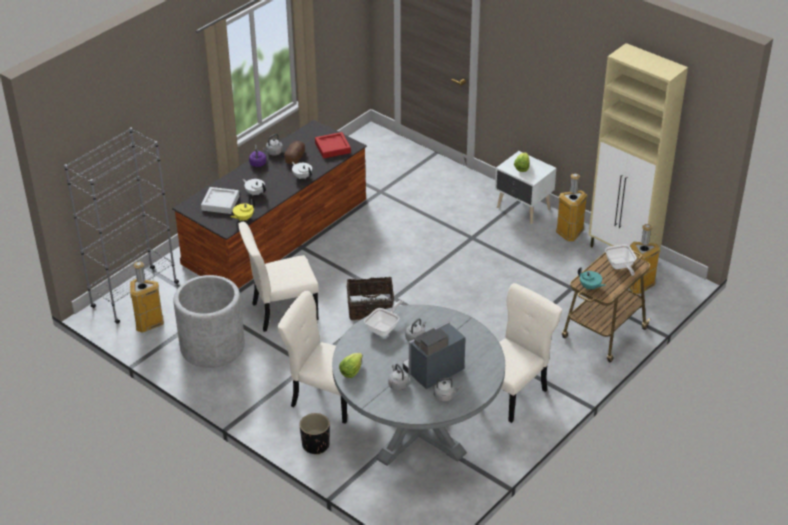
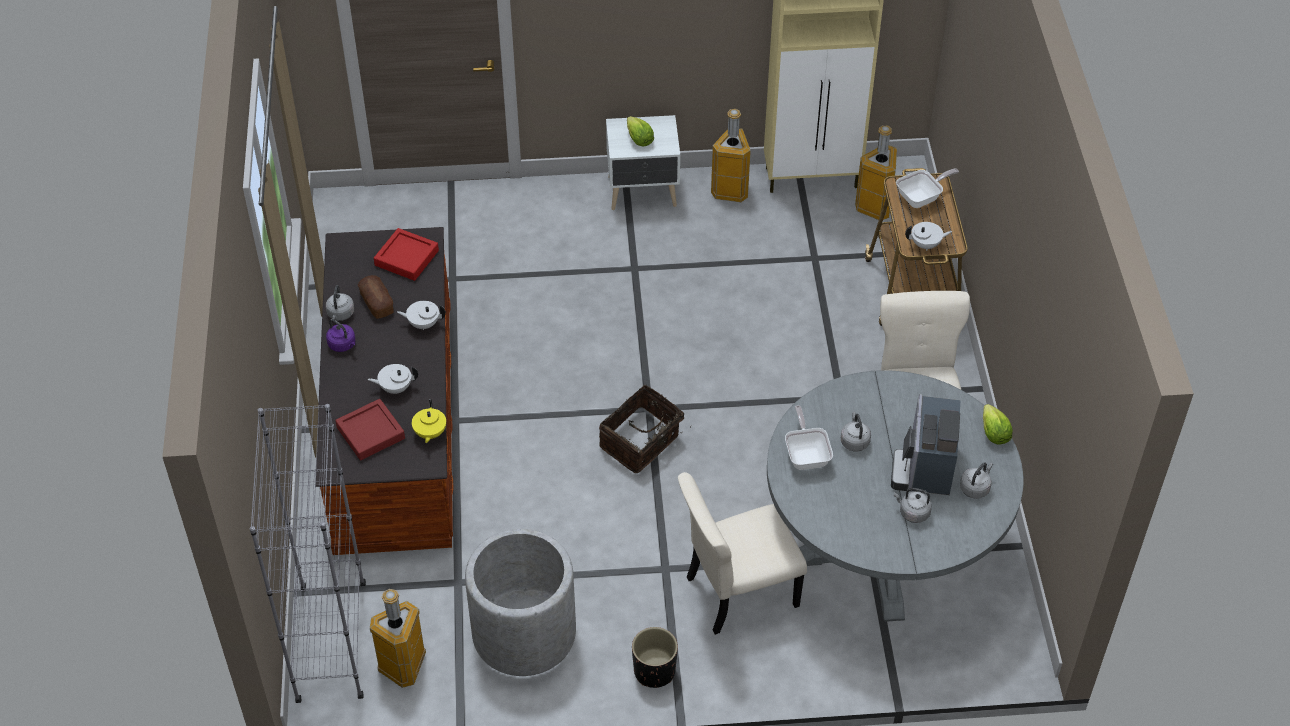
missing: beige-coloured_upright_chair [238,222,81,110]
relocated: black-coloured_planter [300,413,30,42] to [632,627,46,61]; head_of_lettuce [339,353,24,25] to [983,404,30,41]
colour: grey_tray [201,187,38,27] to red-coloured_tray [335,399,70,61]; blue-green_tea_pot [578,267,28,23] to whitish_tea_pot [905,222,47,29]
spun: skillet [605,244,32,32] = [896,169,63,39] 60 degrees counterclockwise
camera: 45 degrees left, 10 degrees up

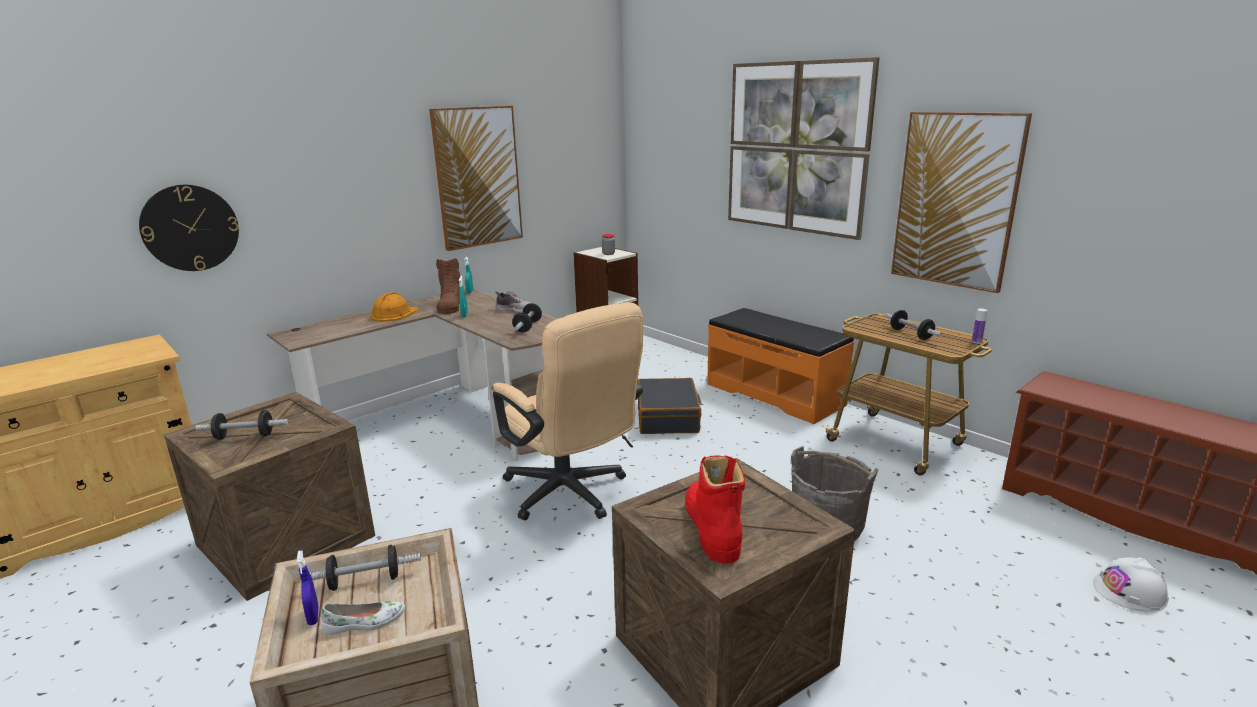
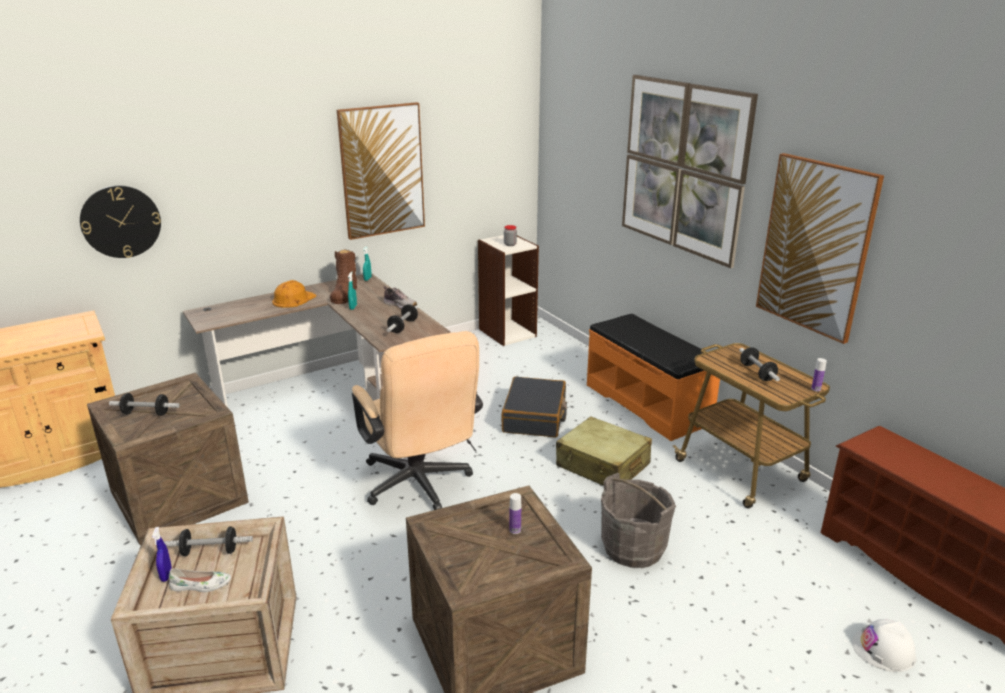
missing: red-coloured_tall_boot [685,455,60,108]
appeared: bottle [510,493,11,41]; beige-coloured_travel_case [556,416,96,70]
camera: 10 degrees right, 5 degrees up

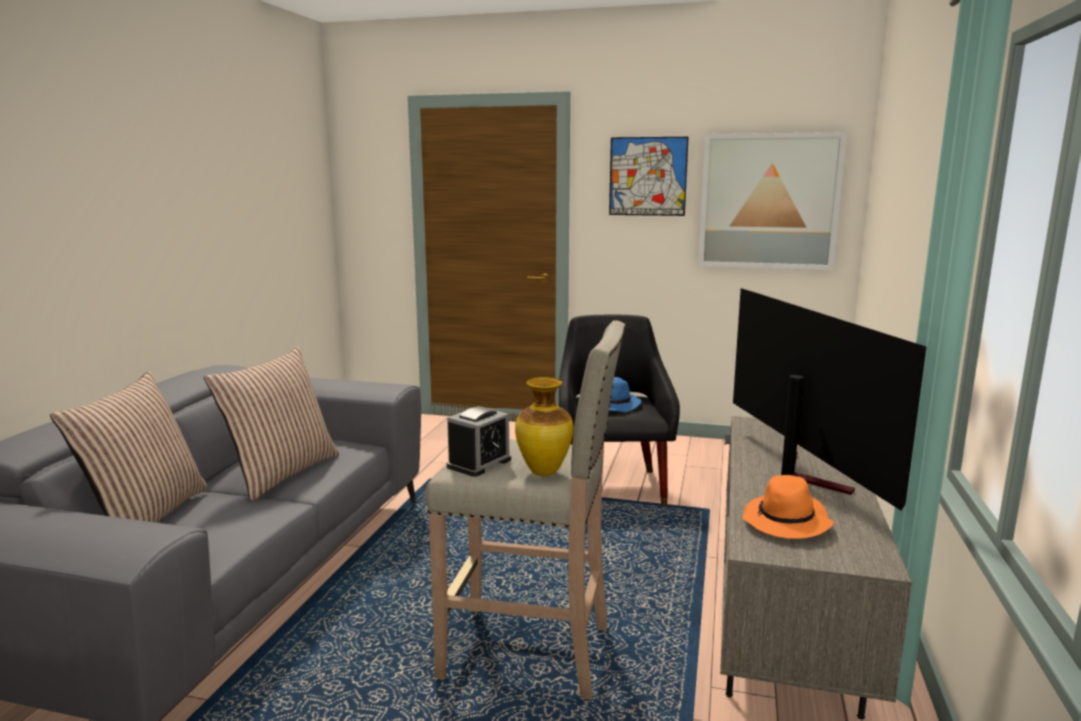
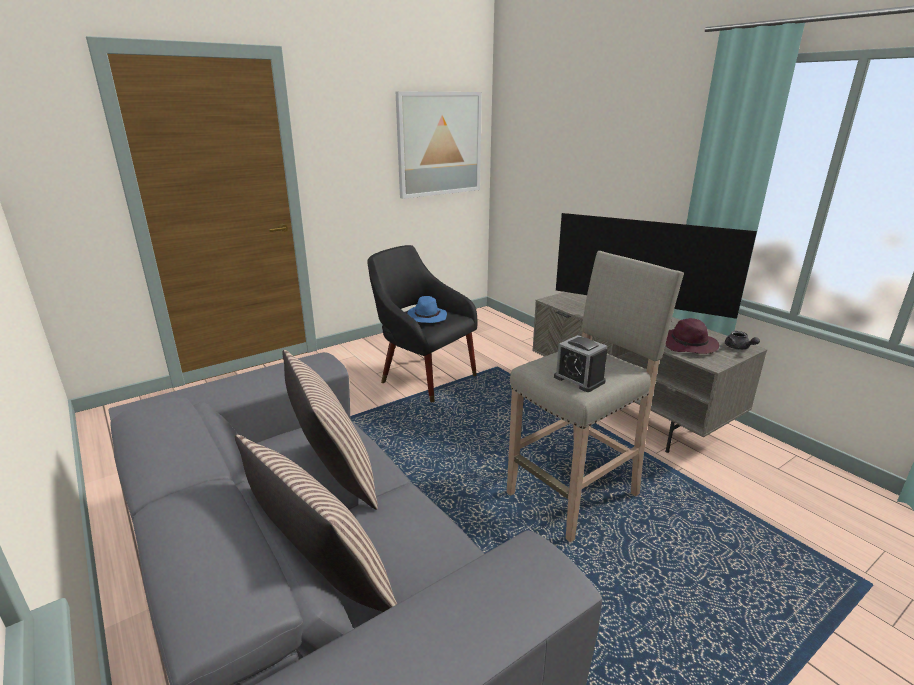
missing: flower_vase [515,377,58,99]; wall_art [609,137,80,79]
appeared: grey_tea_pot [725,331,35,19]
colour: orange_hat [743,475,91,64] to purple_hat [665,318,54,36]
spun: alarm_clock [447,406,64,71] = [554,335,53,57] 150 degrees clockwise
camera: 50 degrees left, 10 degrees up

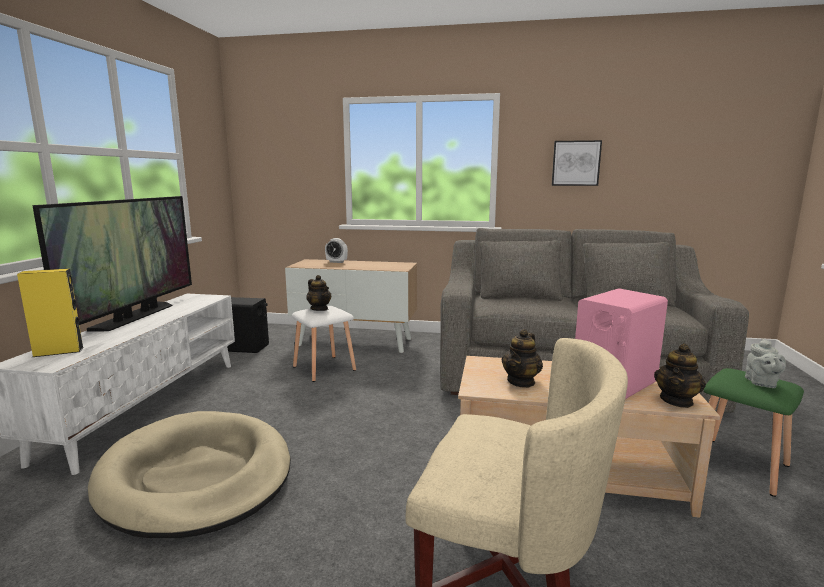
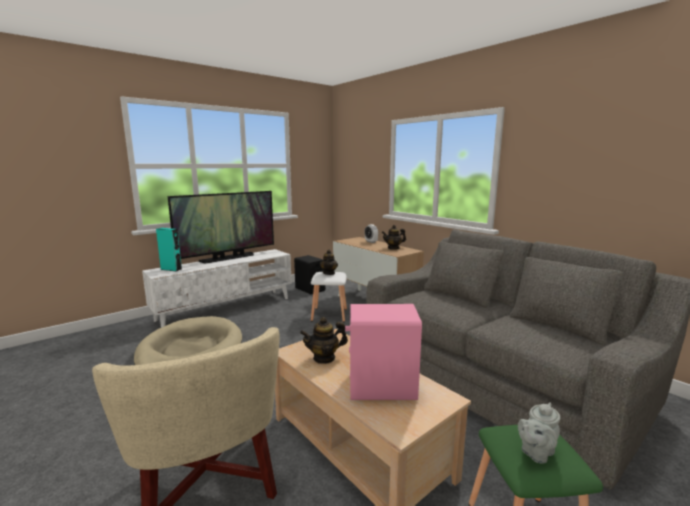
missing: wall_art [552,140,50,46]
relocated: tea_pot [654,343,52,65] to [382,225,24,25]
colour: yellow_audio_speaker [17,269,67,88] to blue-green_audio_speaker [156,228,26,44]
camera: 40 degrees right, 0 degrees up

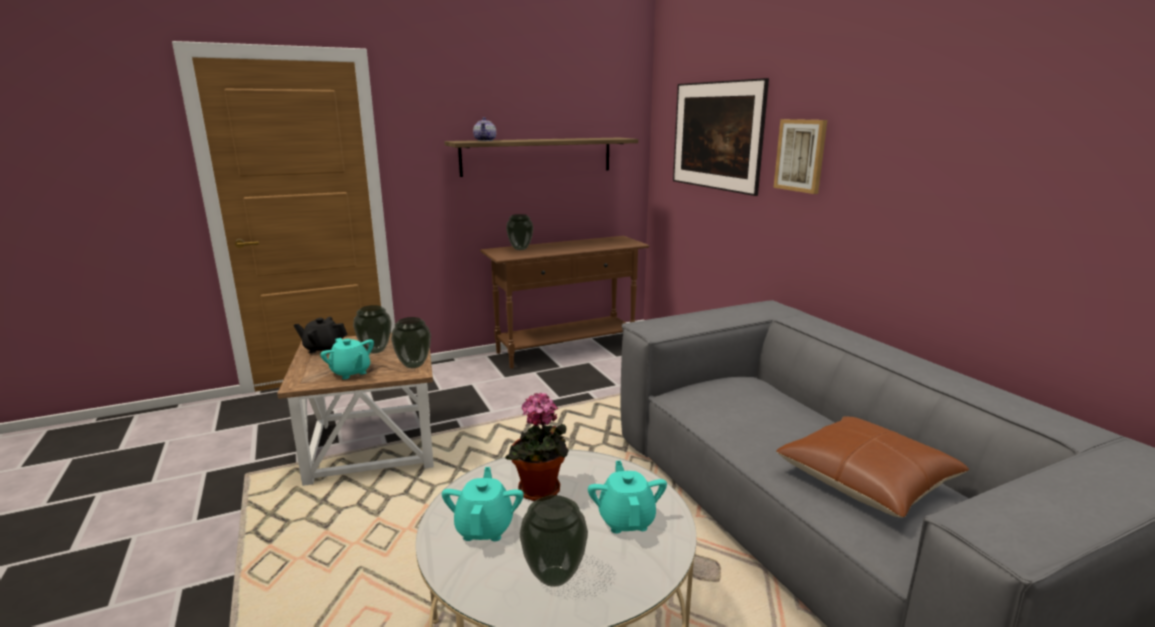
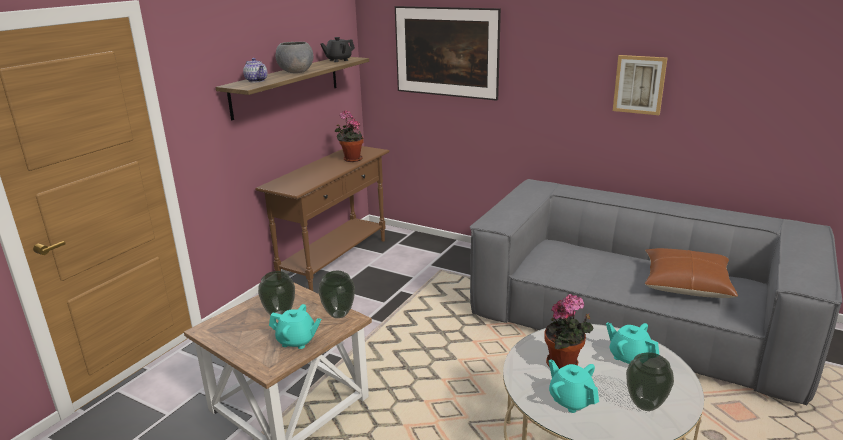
missing: flower_vase [506,214,28,36]
appeared: grey_bowl [276,42,38,31]; potted_plant [335,110,29,52]
relocated: black-coloured_tea_pot [294,317,53,36] to [320,37,35,25]; wall_art [774,119,53,75] to [613,55,54,60]
camera: 35 degrees left, 5 degrees up

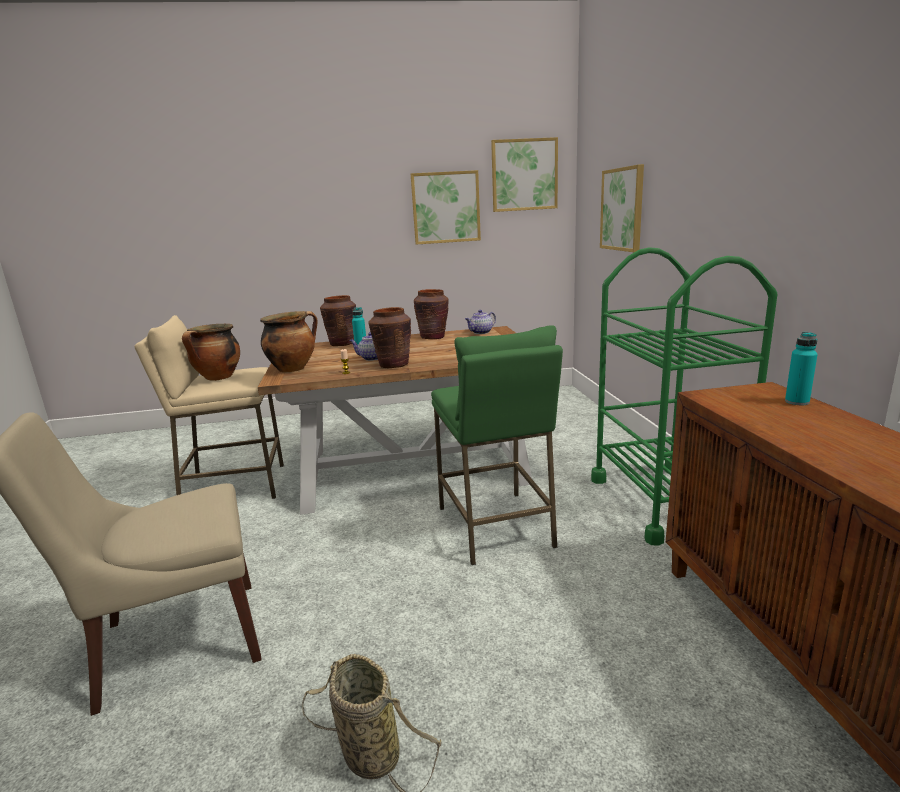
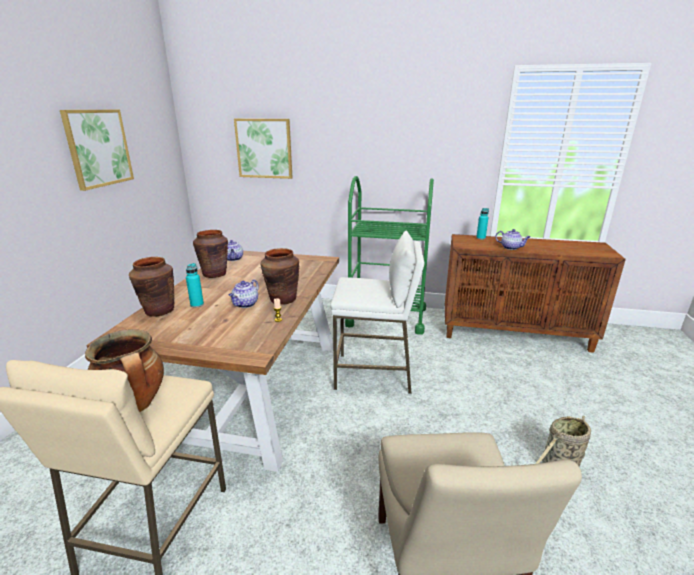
missing: cooking_pot [260,311,58,61]; wall_art [491,137,67,75]
appeared: tea_pot [495,229,35,21]
colour: green_sitting_stool [431,325,132,240] to whitish_sitting_stool [330,231,95,163]
camera: 70 degrees left, 5 degrees up

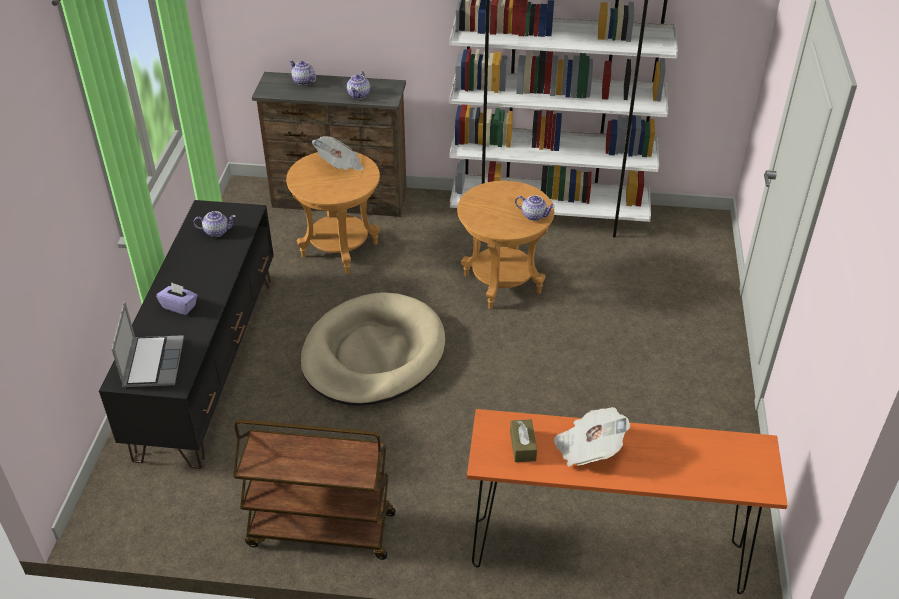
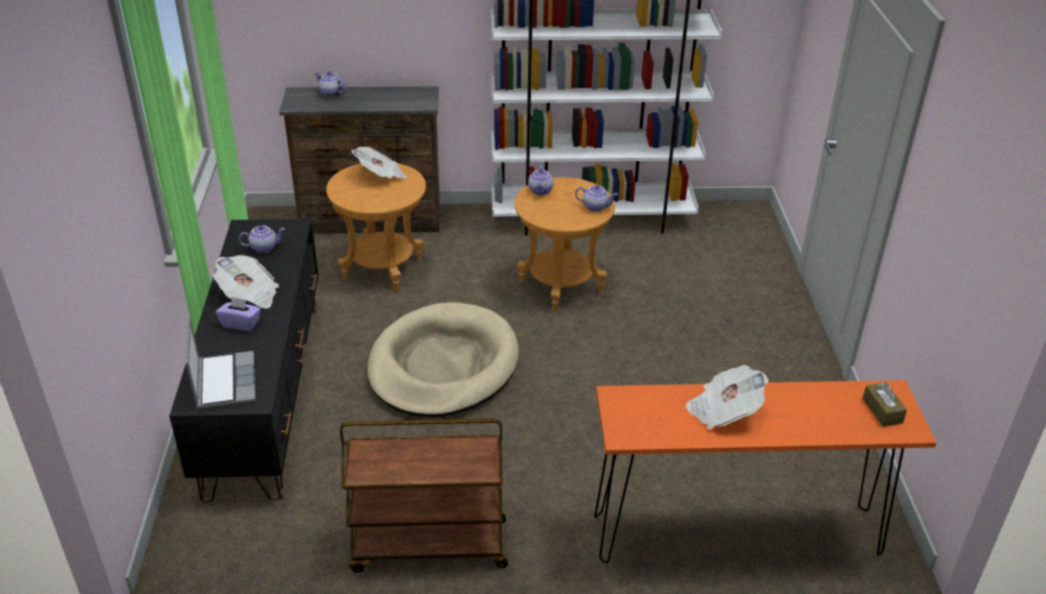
appeared: daily_paper [213,255,66,54]
relocated: tea_pot [347,71,23,28] to [528,165,25,30]; brownish_tissue_box [510,419,27,43] to [863,382,44,45]
camera: 10 degrees left, 5 degrees down

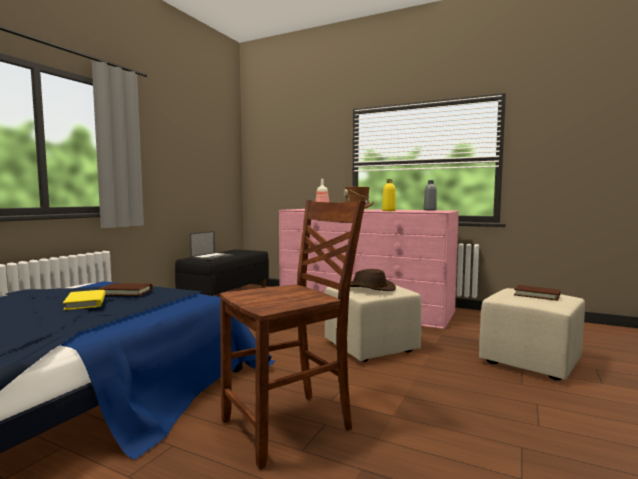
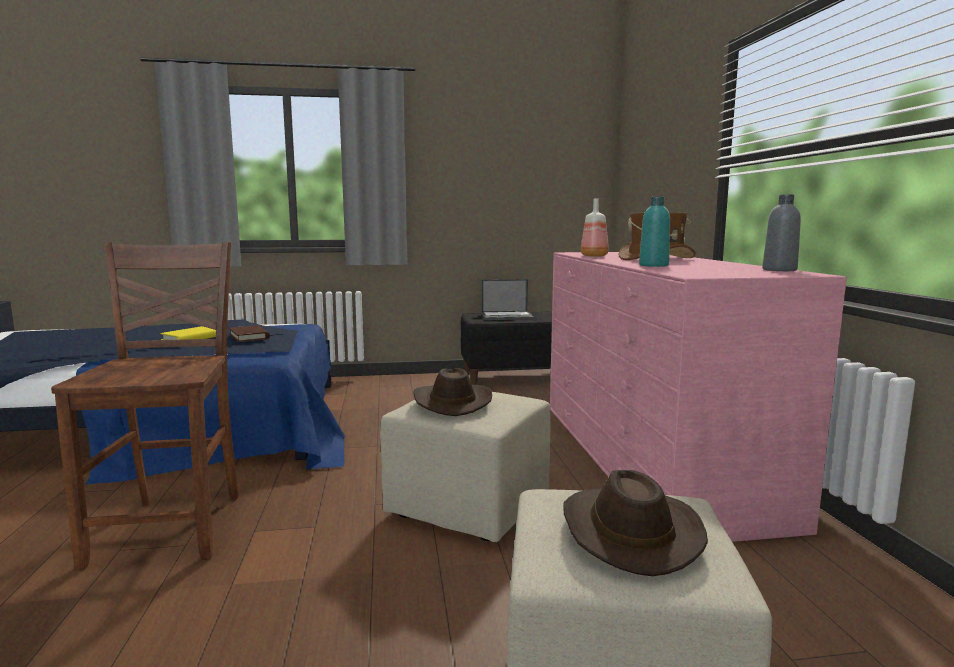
exchanged: brownish_volume [514,285,46,16] to brownish_hat [563,470,145,106]
colour: yellow_bottle [382,179,14,32] to blue-green_bottle [639,197,31,70]
spun: brownish_upright_chair [220,200,145,269] = [51,242,188,328] 120 degrees counterclockwise
camera: 55 degrees right, 5 degrees up

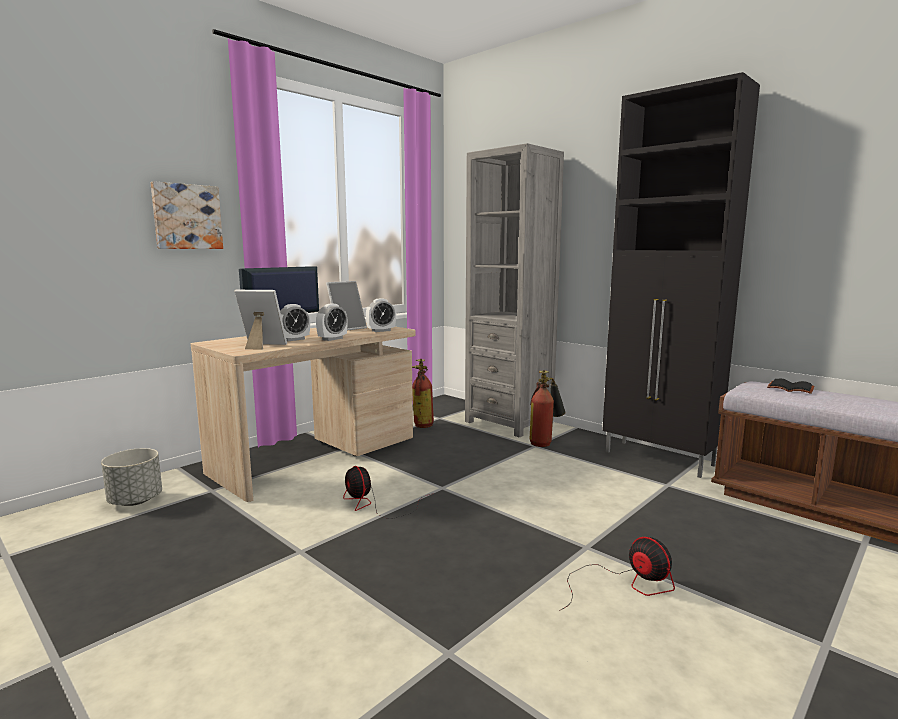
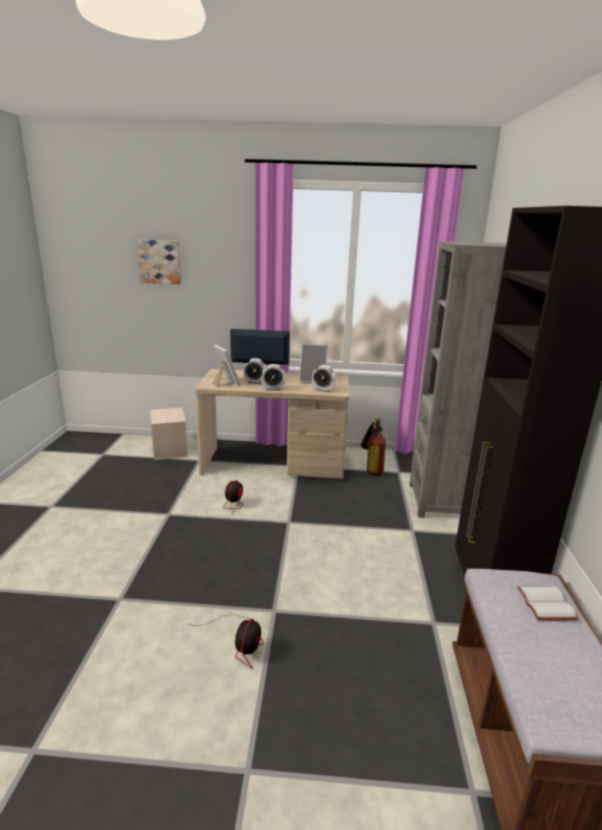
missing: fire-fighting_cylinder [530,370,36,77]
relocated: wall_art [151,181,72,68] to [136,239,45,45]
exchanged: grey_planter [101,448,61,58] to beige-coloured_storage_bin [150,407,38,53]
colour: black-coloured_volume [767,379,47,15] to whitish_volume [517,587,62,33]
camera: 50 degrees right, 10 degrees up

